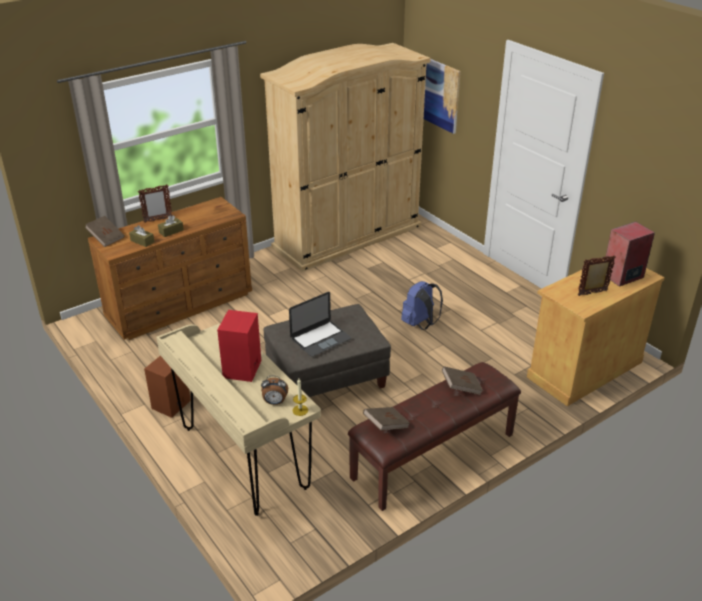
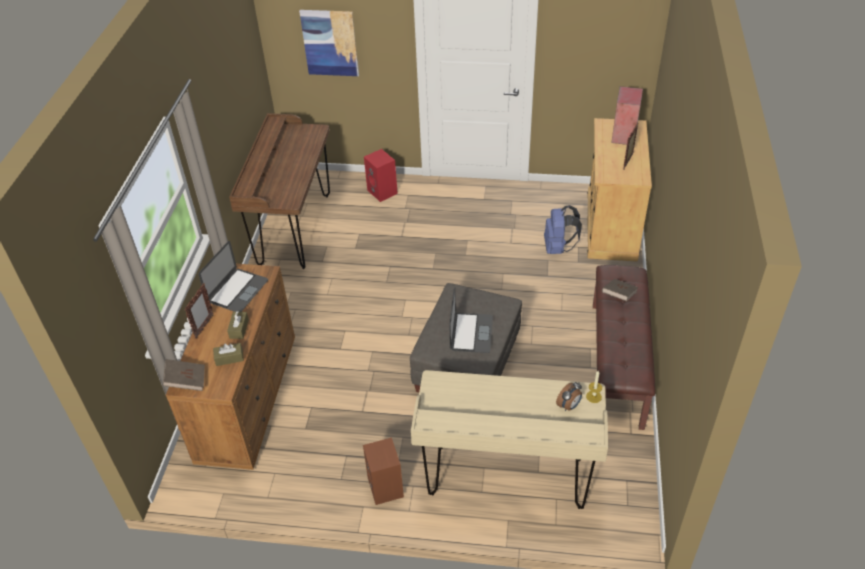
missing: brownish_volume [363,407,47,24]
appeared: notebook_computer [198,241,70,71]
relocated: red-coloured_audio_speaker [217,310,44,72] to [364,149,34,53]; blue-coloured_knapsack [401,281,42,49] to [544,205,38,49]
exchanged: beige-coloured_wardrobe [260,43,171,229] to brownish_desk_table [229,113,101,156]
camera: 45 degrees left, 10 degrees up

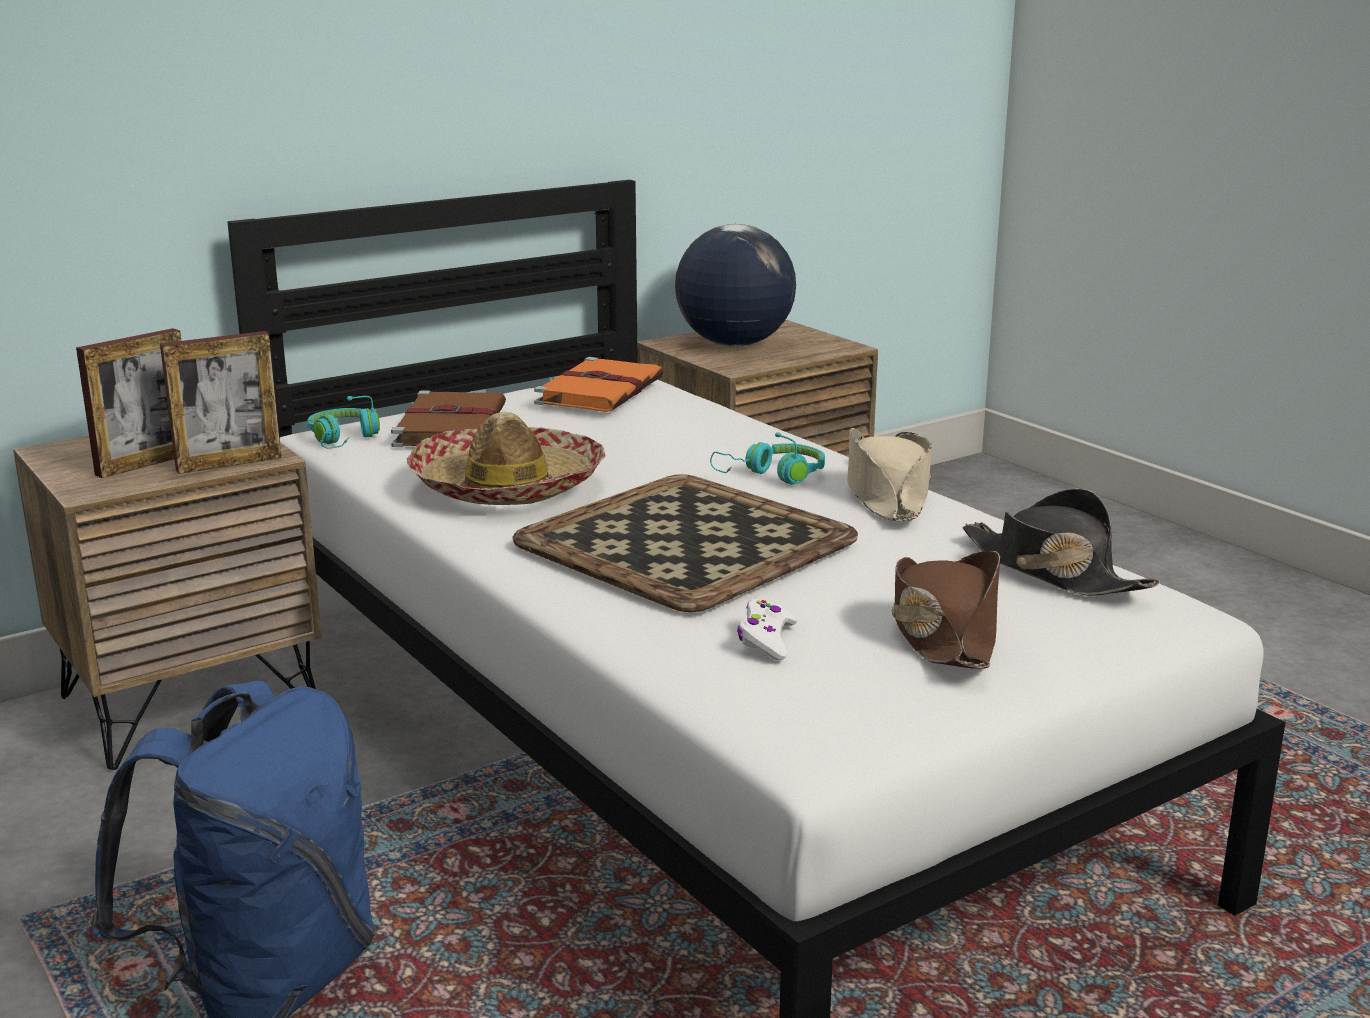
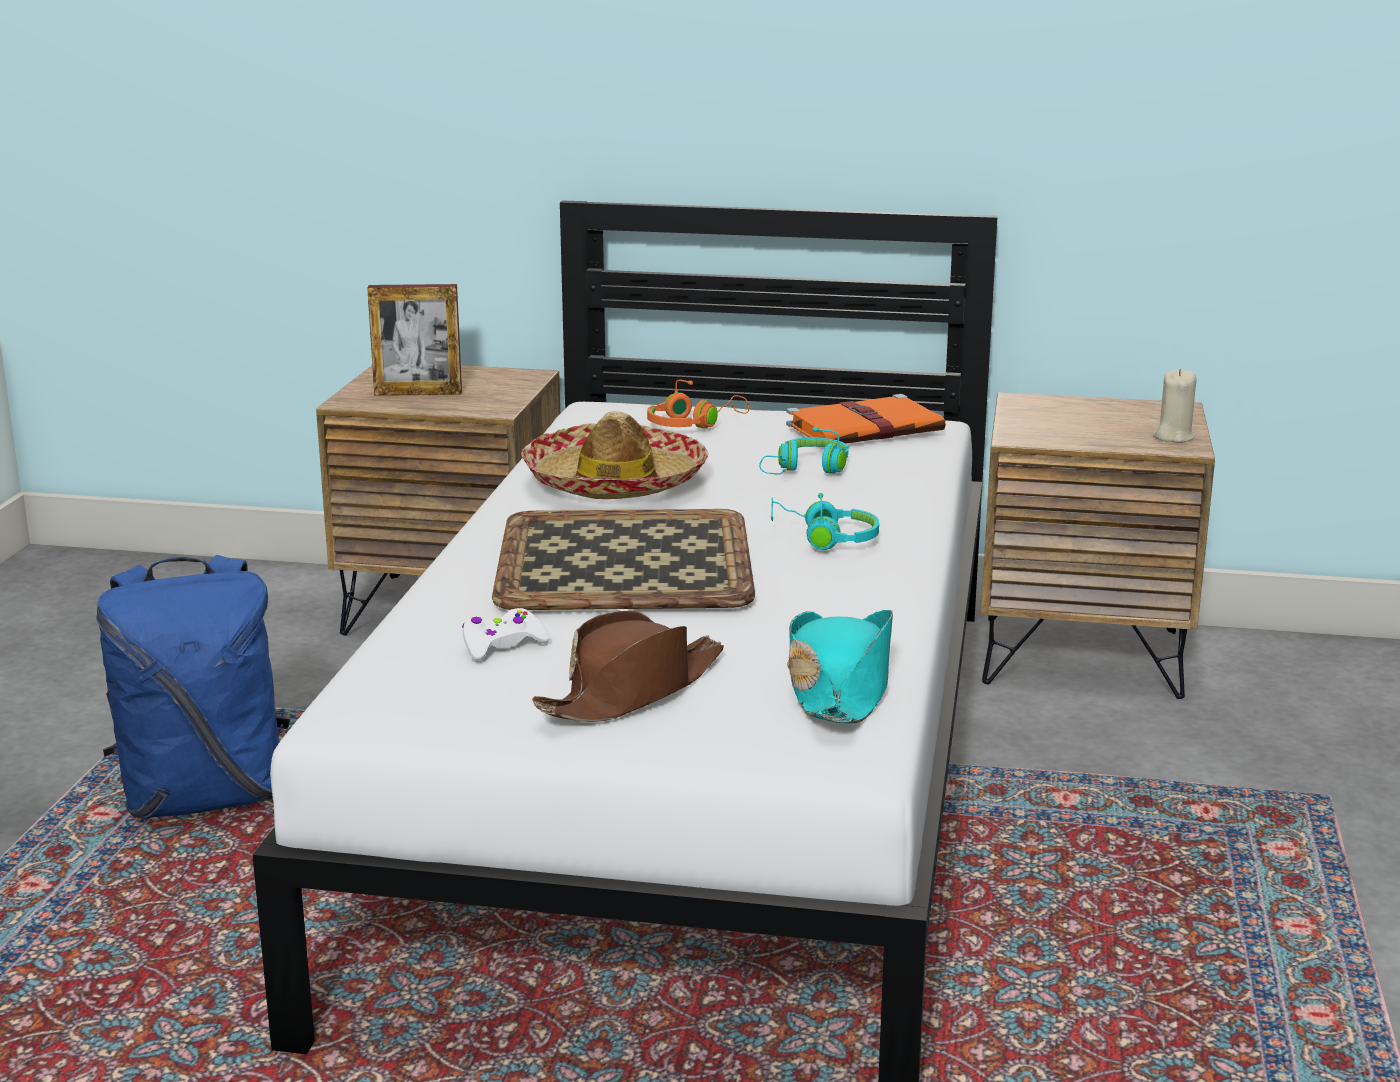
missing: standing_frame [160,331,121,143]; world_globe [675,224,121,123]; beige-coloured_hat [847,428,85,93]
appeared: beige-coloured_wax_candle [1153,369,43,74]
relocated: blue-green_pair_of_headphones [308,396,72,53] to [759,427,90,48]
exchanged: brownish_volume [391,391,115,56] to orange_pair_of_headphones [647,379,102,49]
colour: black-coloured_hat [963,488,197,108] to blue-green_hat [787,610,106,114]
camera: 45 degrees right, 0 degrees up

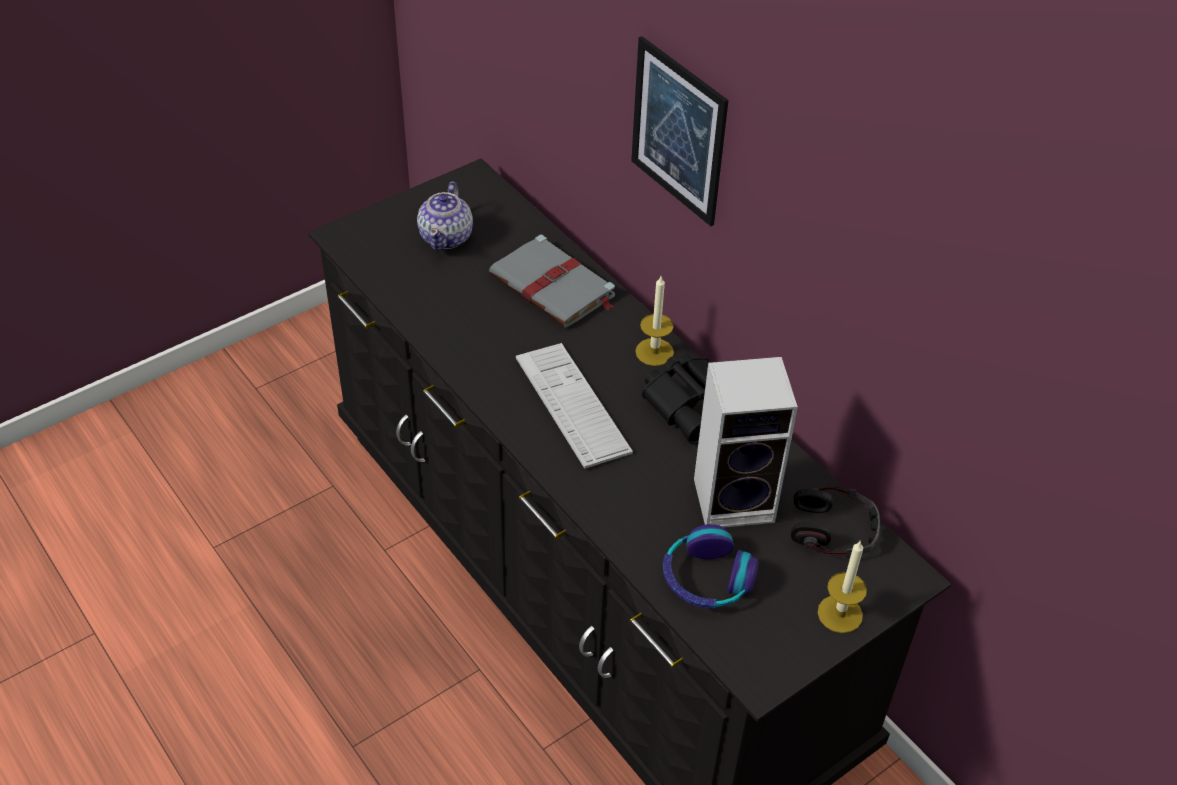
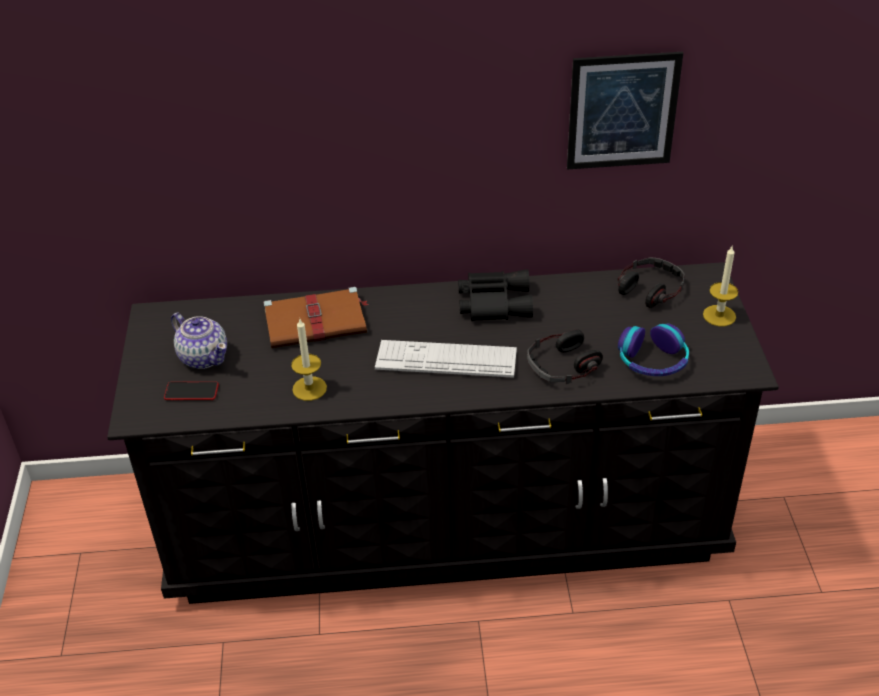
missing: audio_speaker [694,357,104,171]
appeared: handset [164,381,55,19]; pair_of_headphones [527,330,76,54]
relocated: wax_candle [635,276,39,90] to [291,319,36,82]; wall_art [631,36,98,190] to [567,52,116,118]
colour: grey_volume [489,235,126,93] to brownish_volume [264,287,104,61]
camera: 55 degrees left, 5 degrees down

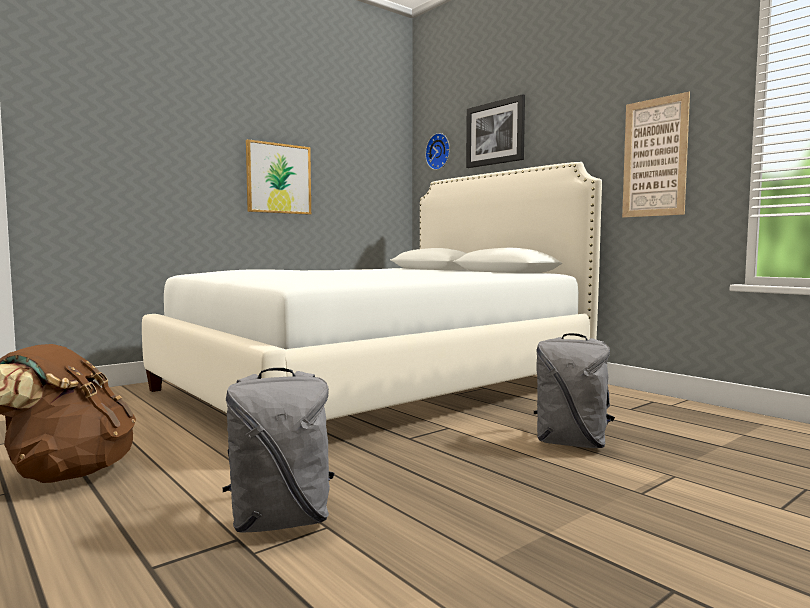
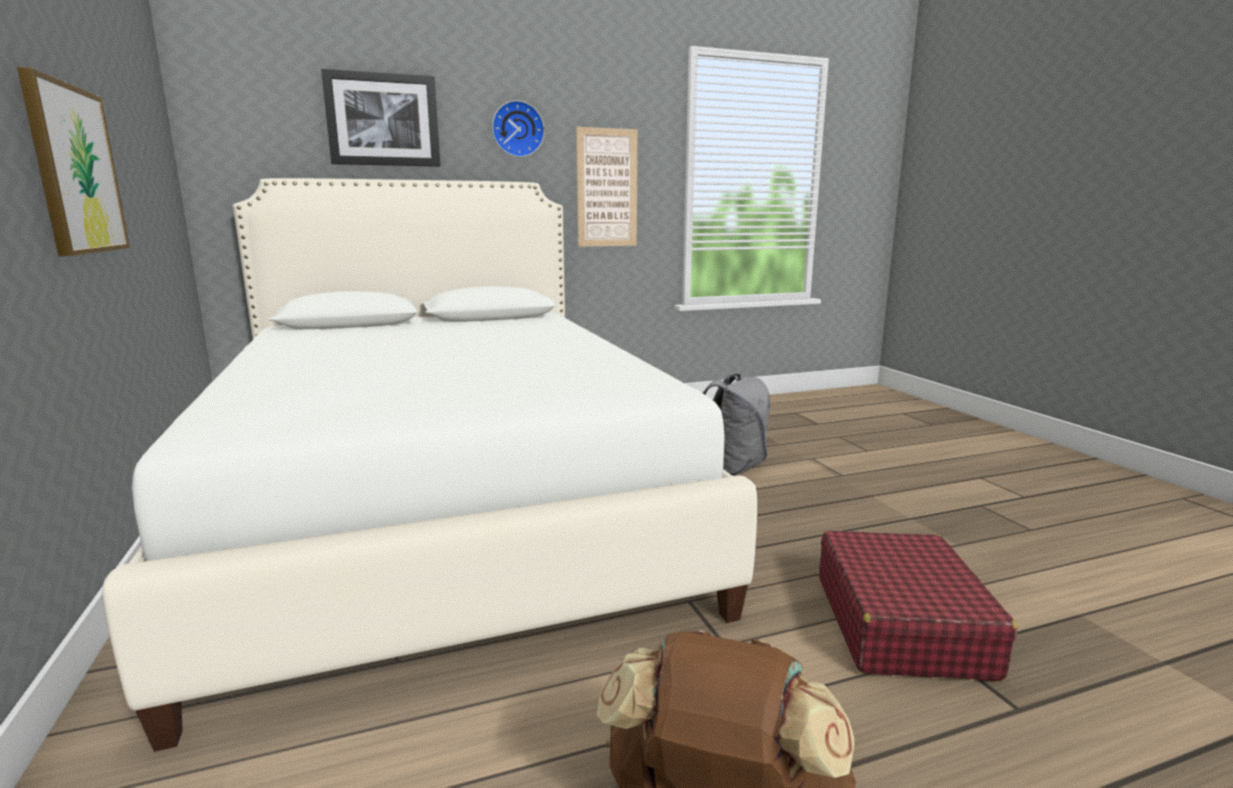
relocated: clock_on_the_wall [425,133,25,37] to [492,100,53,57]
exchanged: grey_knapsack [222,368,112,165] to red-coloured_travel_case [819,531,198,150]
camera: 70 degrees left, 10 degrees up

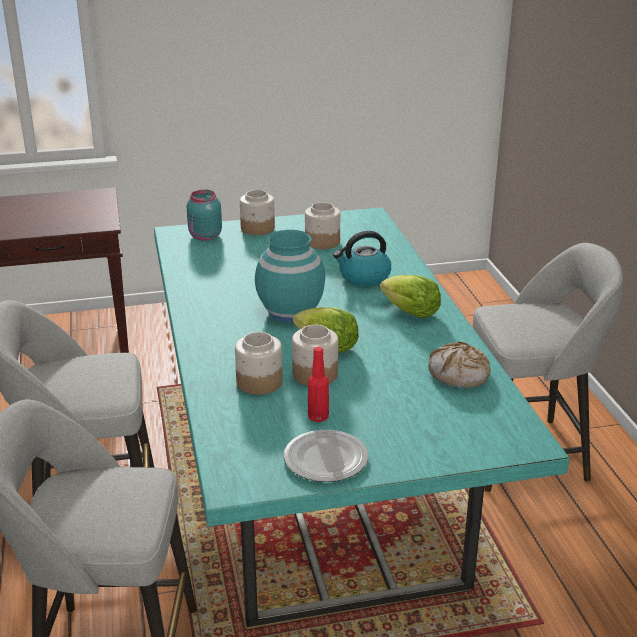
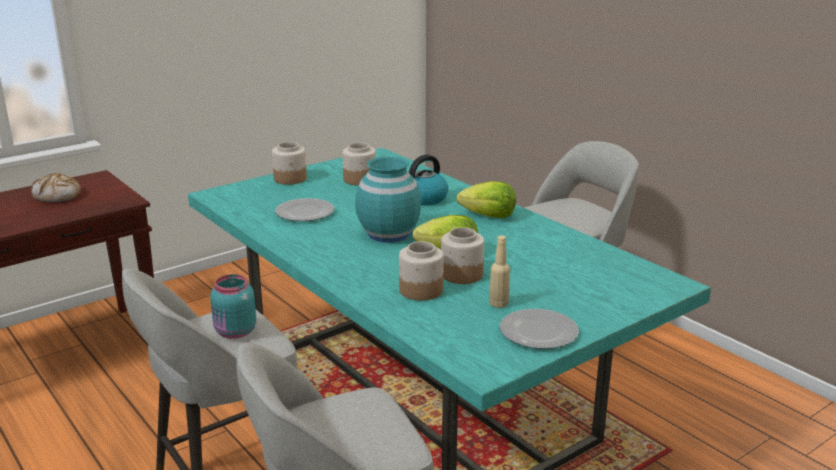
appeared: dinner_plate [275,198,59,23]
relocated: baked_bread [428,342,63,46] to [31,173,50,29]; blue-green_preserve_jar [187,190,35,51] to [210,274,46,65]
colour: red-coloured_bottle [308,347,21,75] to beige-coloured_bottle [489,235,21,73]
camera: 25 degrees left, 5 degrees down

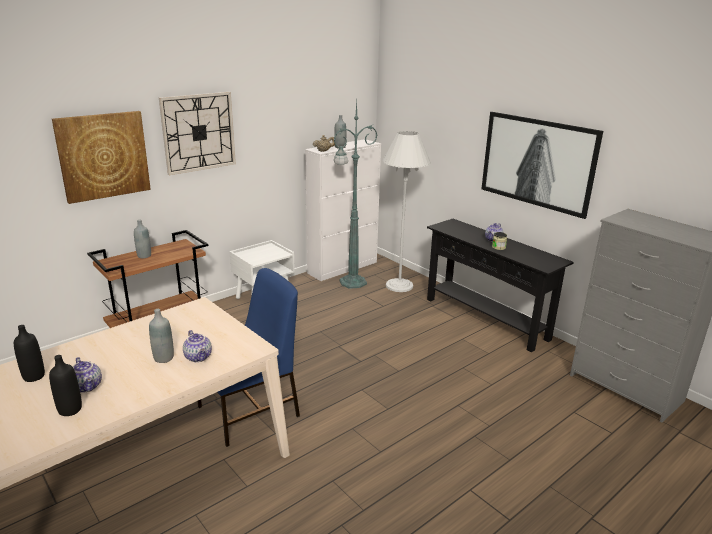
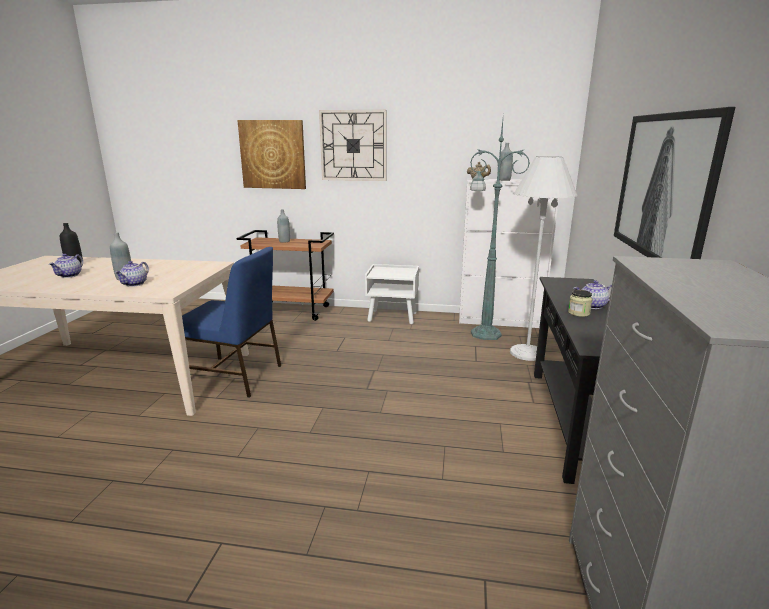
missing: black-coloured_bottle [49,355,33,61]
camera: 50 degrees right, 5 degrees down

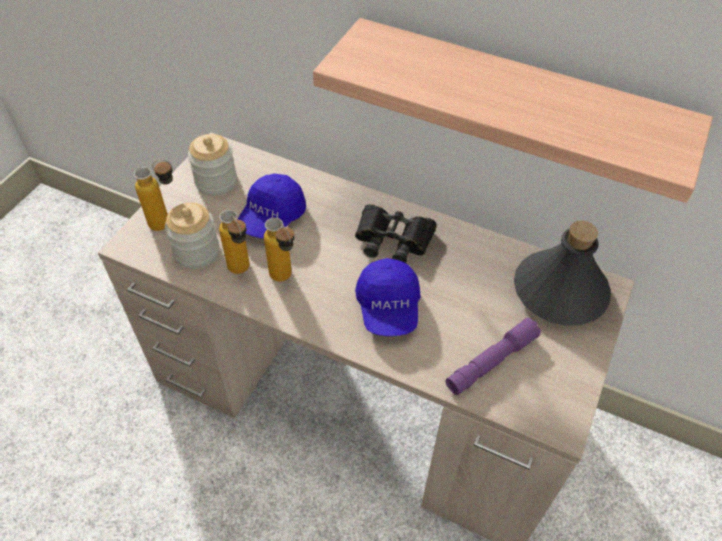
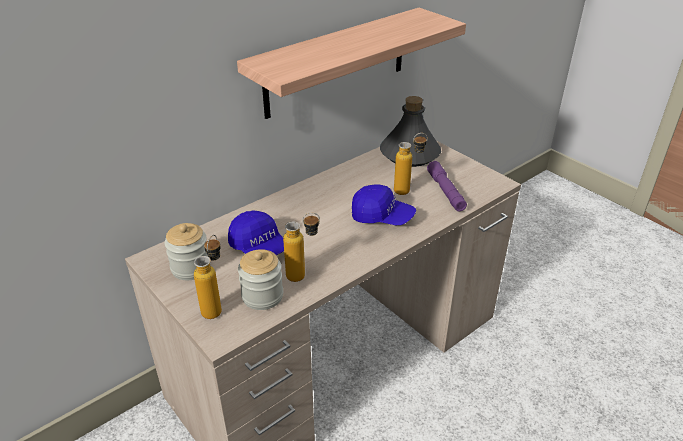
missing: black-coloured_pair_of_binoculars [355,204,82,59]
relocated: bottle [264,218,30,64] to [394,133,34,62]
camera: 65 degrees left, 15 degrees down

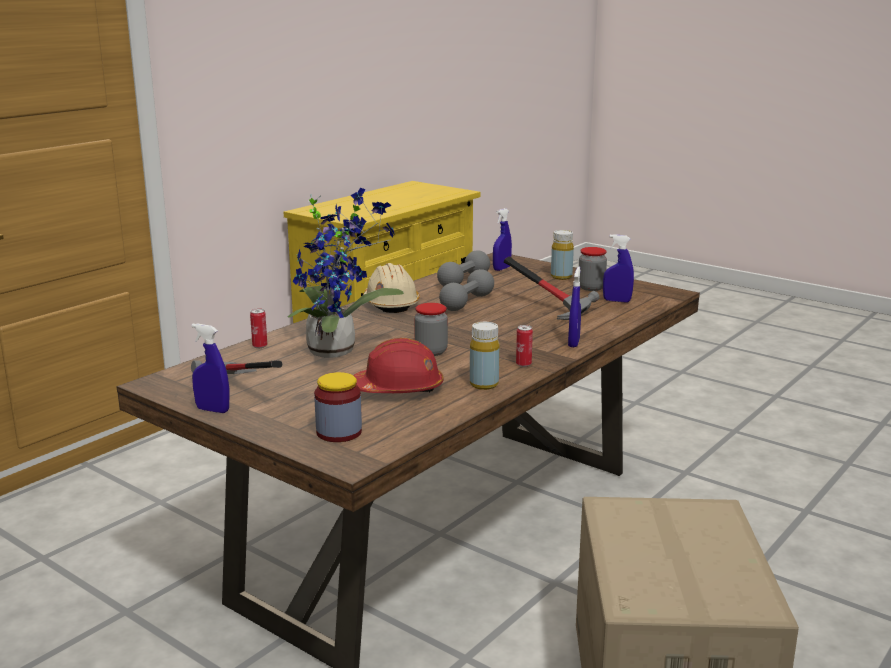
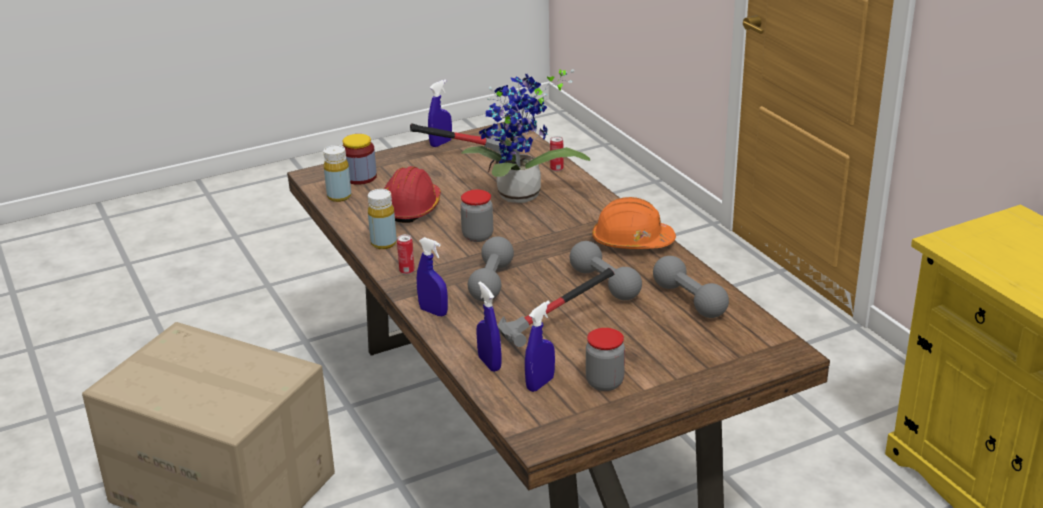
appeared: grey_dumbbell [468,236,46,66]
relocated: yellow_bottle [551,230,23,50] to [323,145,28,57]; blue-coloured_hand_sprayer [493,208,19,63] to [476,281,25,91]
colour: beige-coloured_safety_helmet [363,263,57,50] to orange_safety_helmet [592,197,84,52]
camera: 115 degrees right, 10 degrees up

